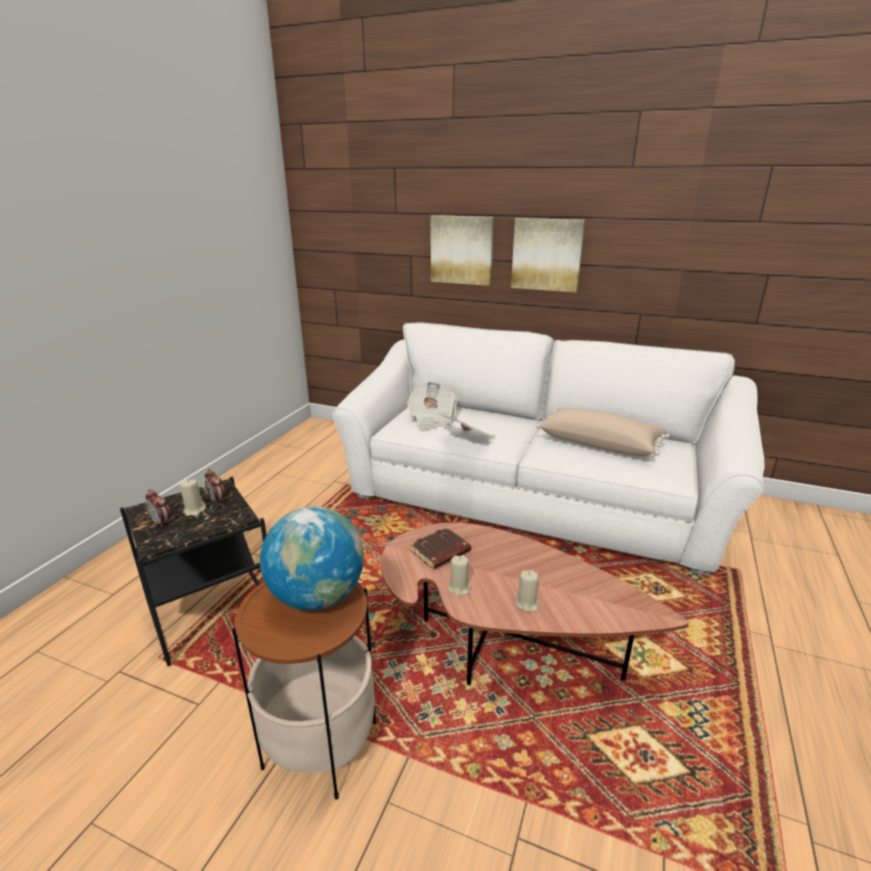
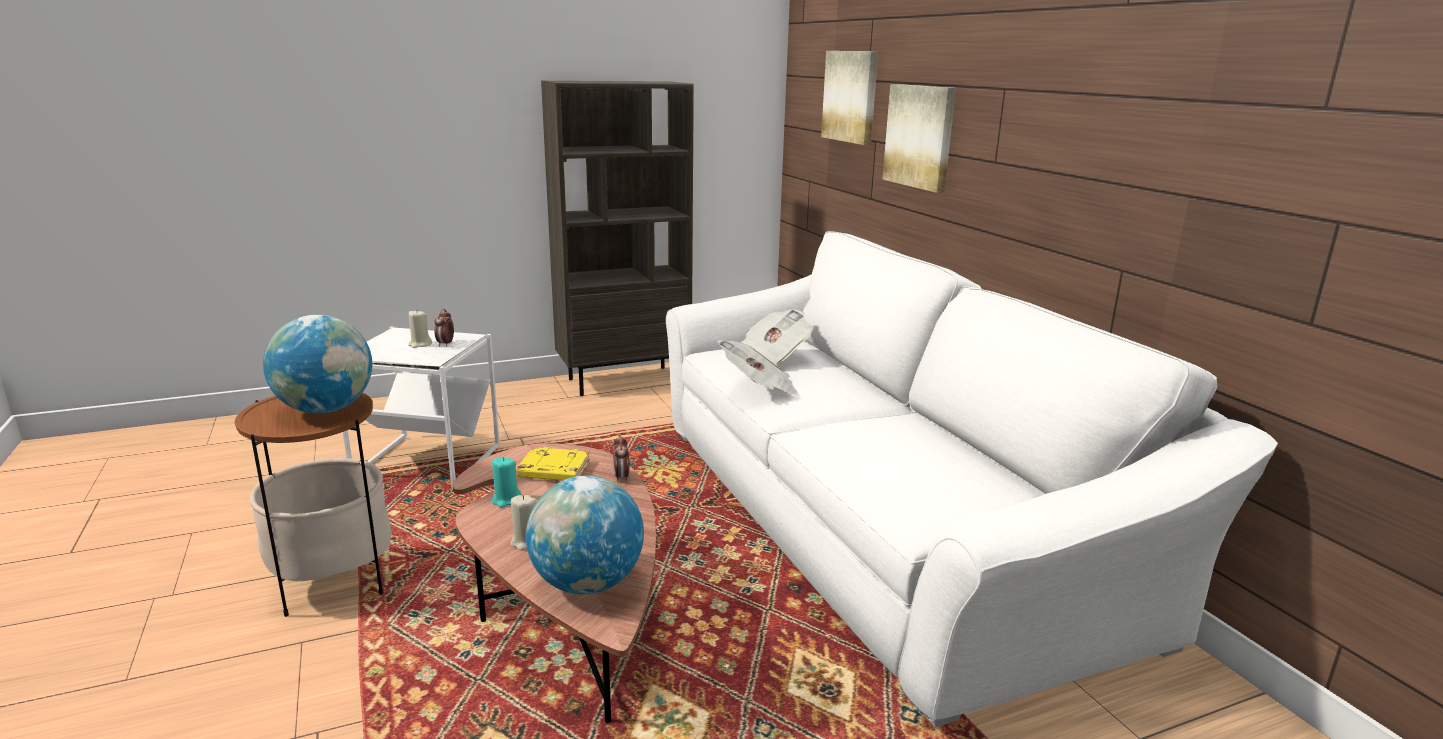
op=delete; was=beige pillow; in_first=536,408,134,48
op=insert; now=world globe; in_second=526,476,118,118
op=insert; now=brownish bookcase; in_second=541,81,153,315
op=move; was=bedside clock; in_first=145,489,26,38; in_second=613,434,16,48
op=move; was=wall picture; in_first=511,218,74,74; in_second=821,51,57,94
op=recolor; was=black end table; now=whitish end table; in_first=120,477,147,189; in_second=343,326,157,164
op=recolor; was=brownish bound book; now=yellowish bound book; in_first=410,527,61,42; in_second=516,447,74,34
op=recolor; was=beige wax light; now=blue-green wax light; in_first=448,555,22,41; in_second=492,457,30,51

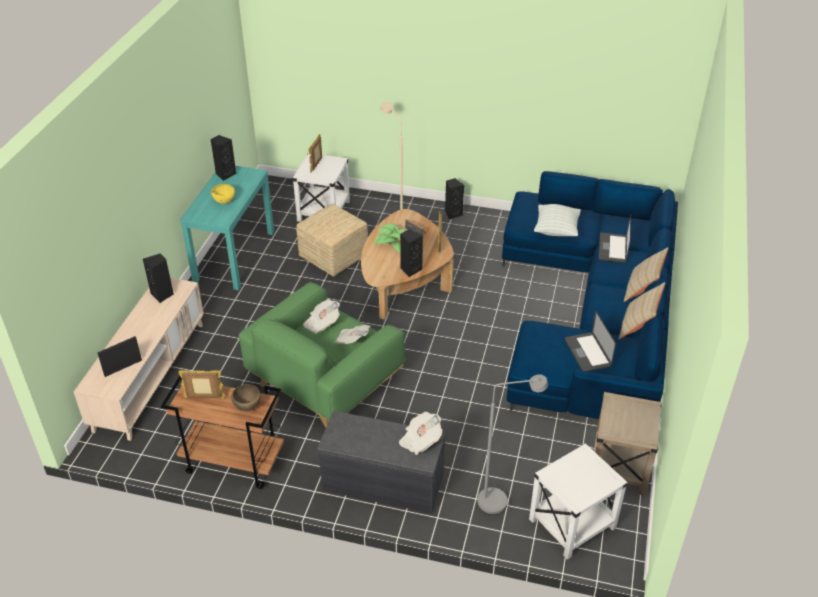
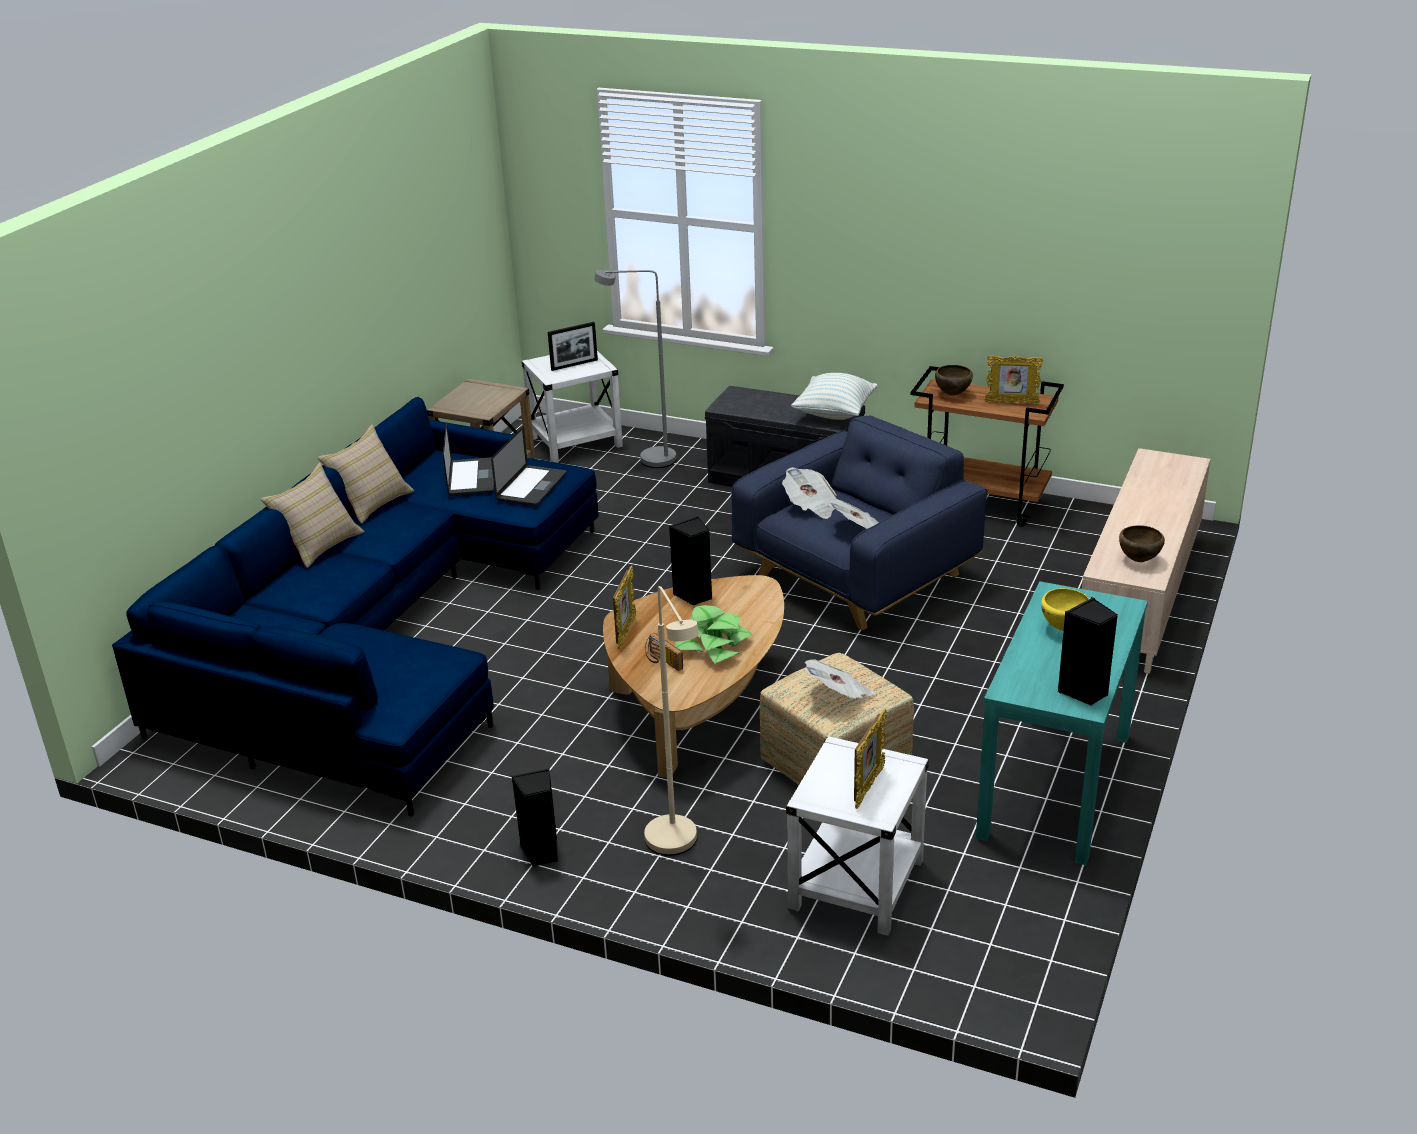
op=move; was=photo frame; in_first=97,336,45,41; in_second=548,322,50,49
op=move; was=daily paper; in_first=399,412,43,43; in_second=804,659,72,40
op=move; was=pillow; in_first=534,204,47,32; in_second=791,373,87,47
op=move; was=laptop; in_first=599,214,32,49; in_second=491,427,76,79
op=replace; was=black audio speaker; now=brownish serving bowl; in_first=143,254,31,49; in_second=1119,525,46,37
op=recolor; was=greenish lounge chair; now=blue lounge chair; in_first=239,282,166,145; in_second=732,416,255,214

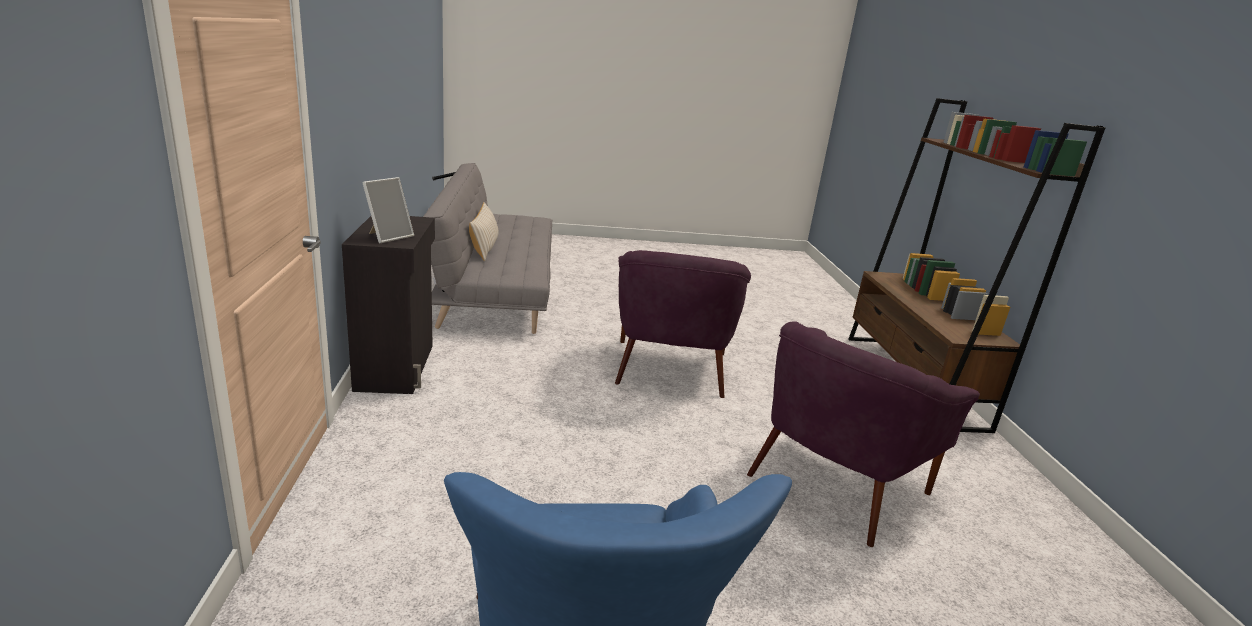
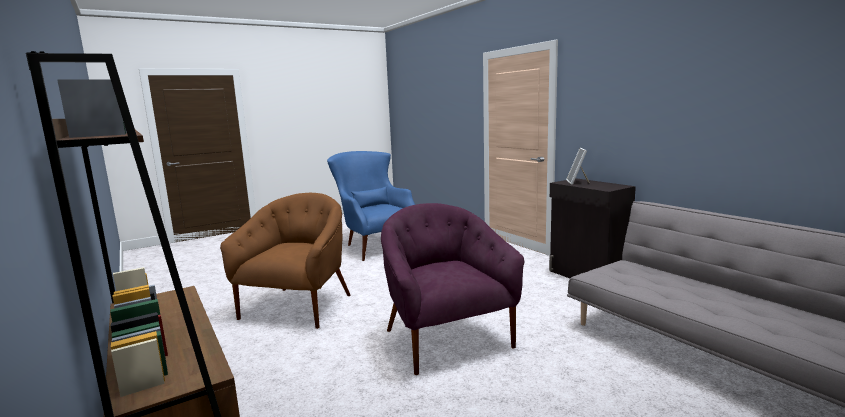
op=delete; was=beige pillow; in_first=469,202,30,59
op=recolor; was=purplish lounge chair; now=brownish lounge chair; in_first=747,321,233,226; in_second=220,193,131,136

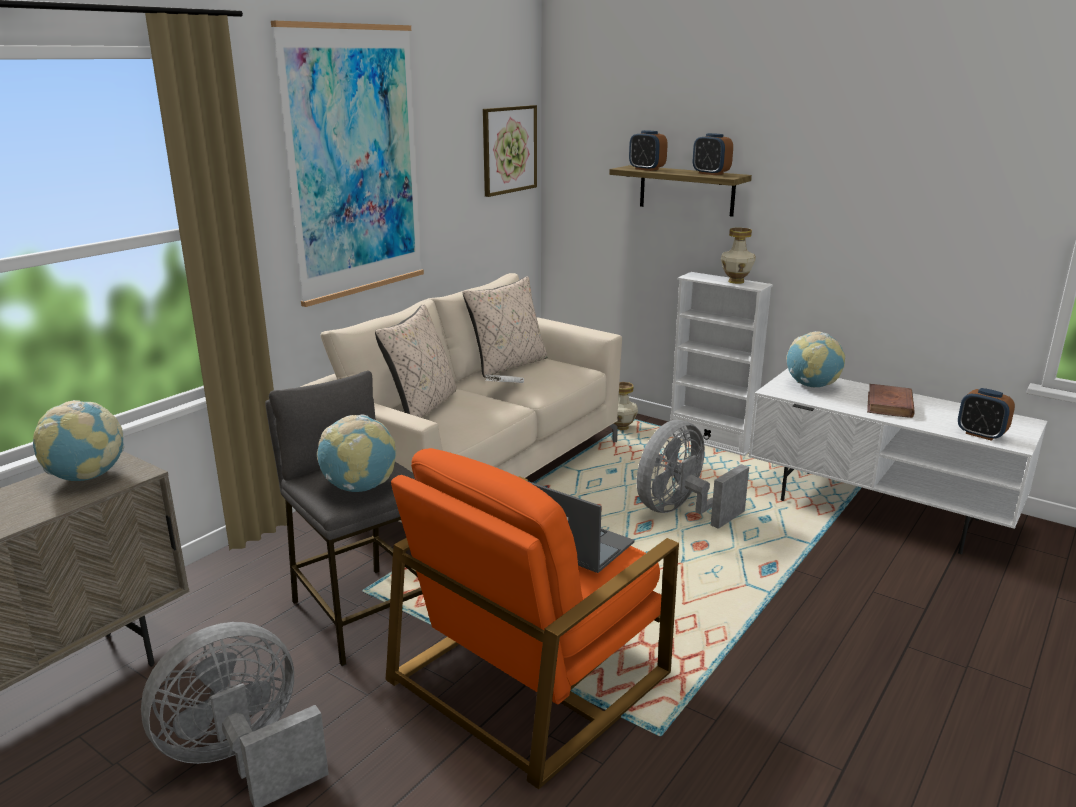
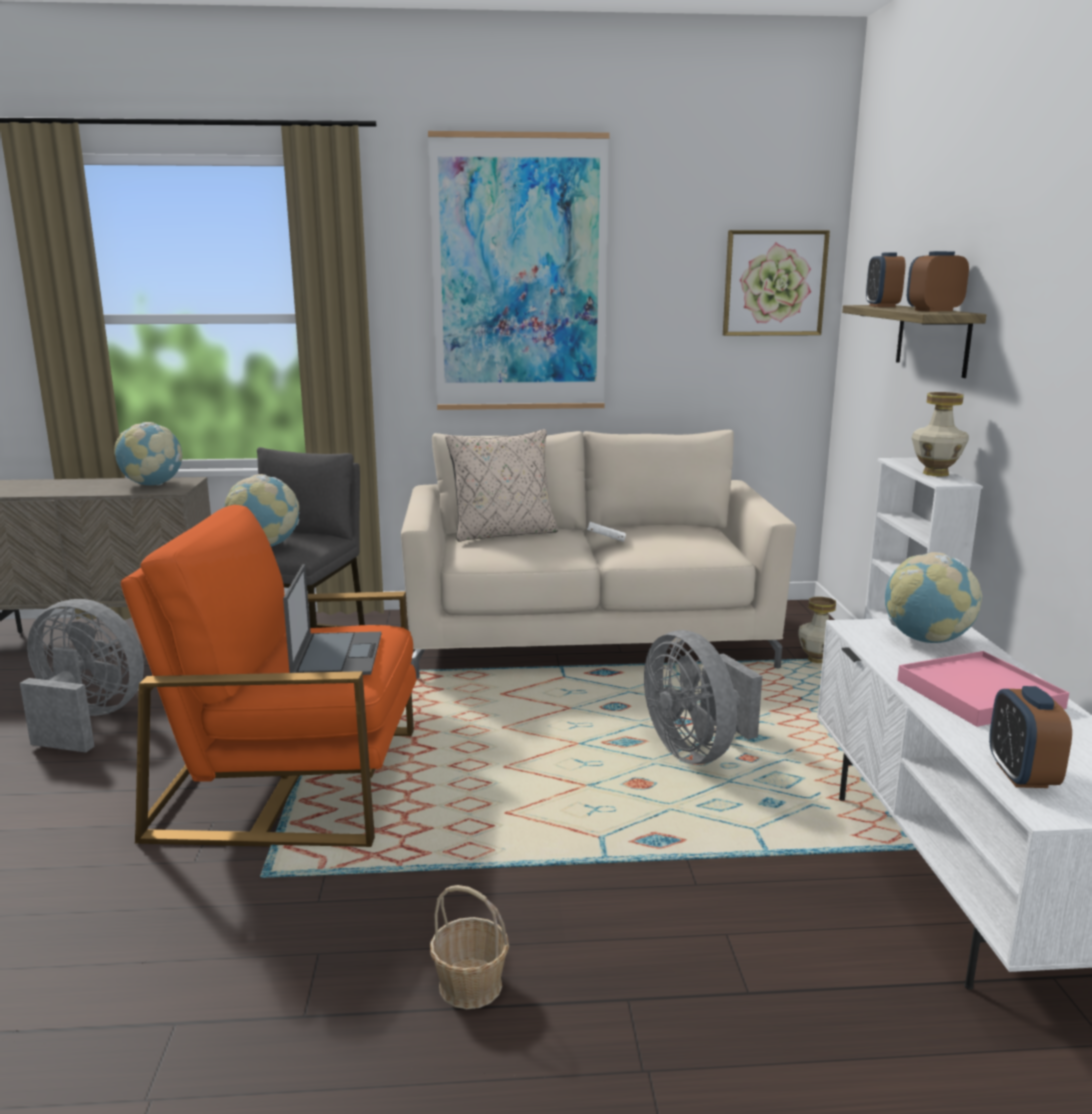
op=delete; was=beige pillow; in_first=463,276,85,102
op=insert; now=storage basket; in_second=430,885,79,124
op=replace; was=brownish bound book; now=pinkish tray; in_first=867,384,48,34; in_second=897,651,172,76
op=rotate; was=greyish cooling fan; in_first=637,420,112,109; in_second=644,630,118,134; clockwise=-120
op=rotate; was=bedside clock; in_first=693,133,40,42; in_second=907,251,62,61; clockwise=60

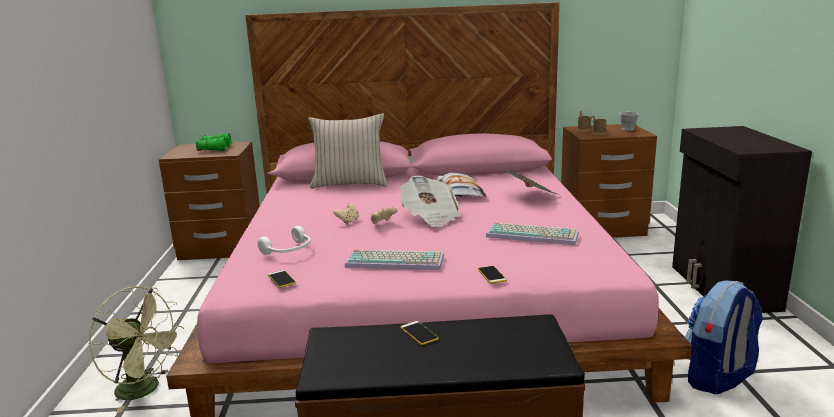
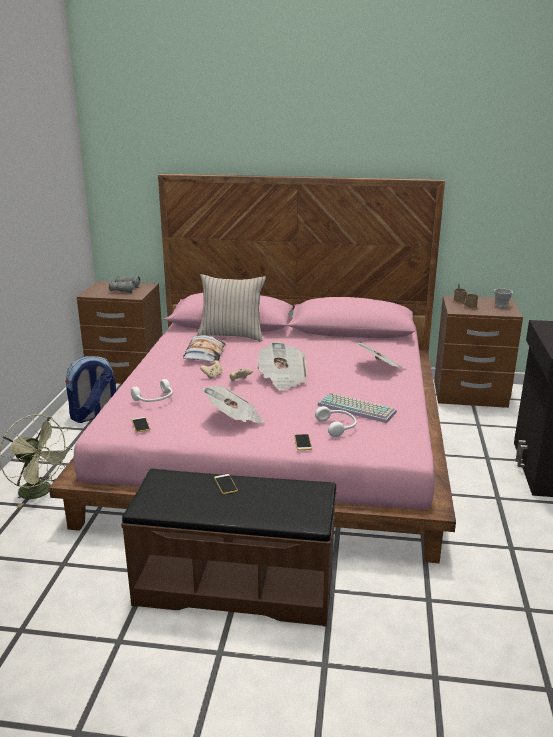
op=insert; now=whitish headset; in_second=315,406,42,31
op=move; was=pillow; in_first=437,173,49,24; in_second=183,335,43,27
op=move; was=backpack; in_first=685,281,78,113; in_second=65,356,51,67
op=replace; was=keyboard; now=daily paper; in_first=345,250,99,20; in_second=202,386,62,38
op=recolor; was=greenish binoculars; now=greyish binoculars; in_first=196,133,35,18; in_second=109,276,31,17

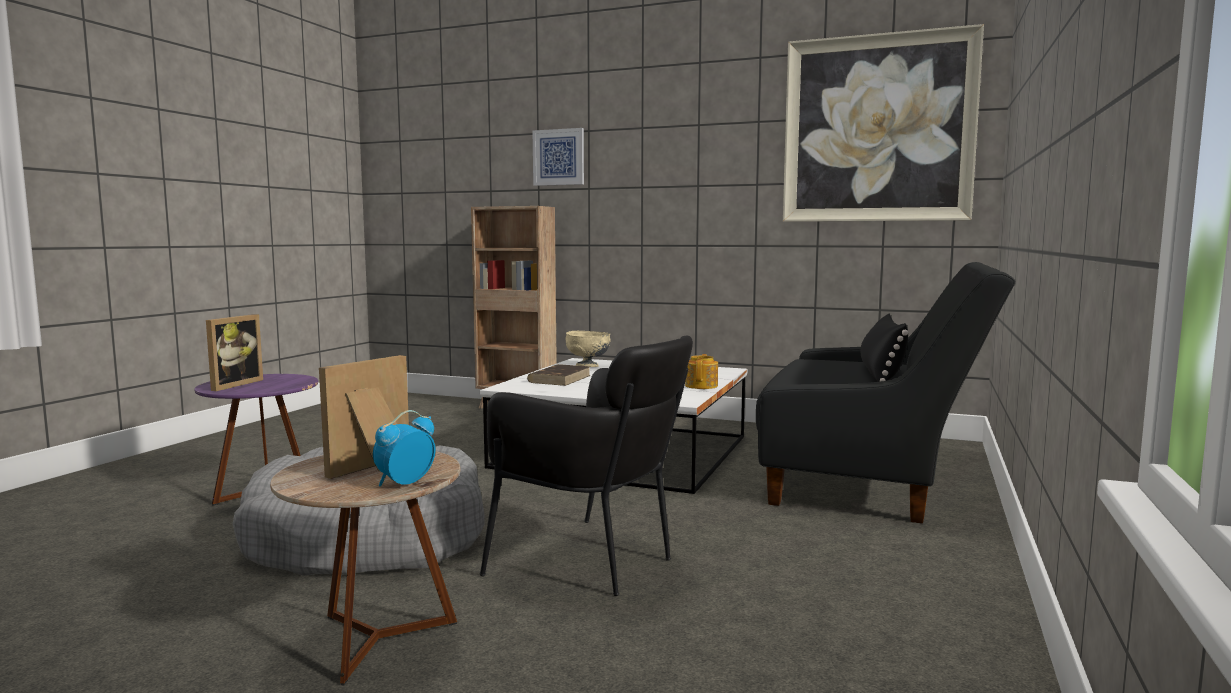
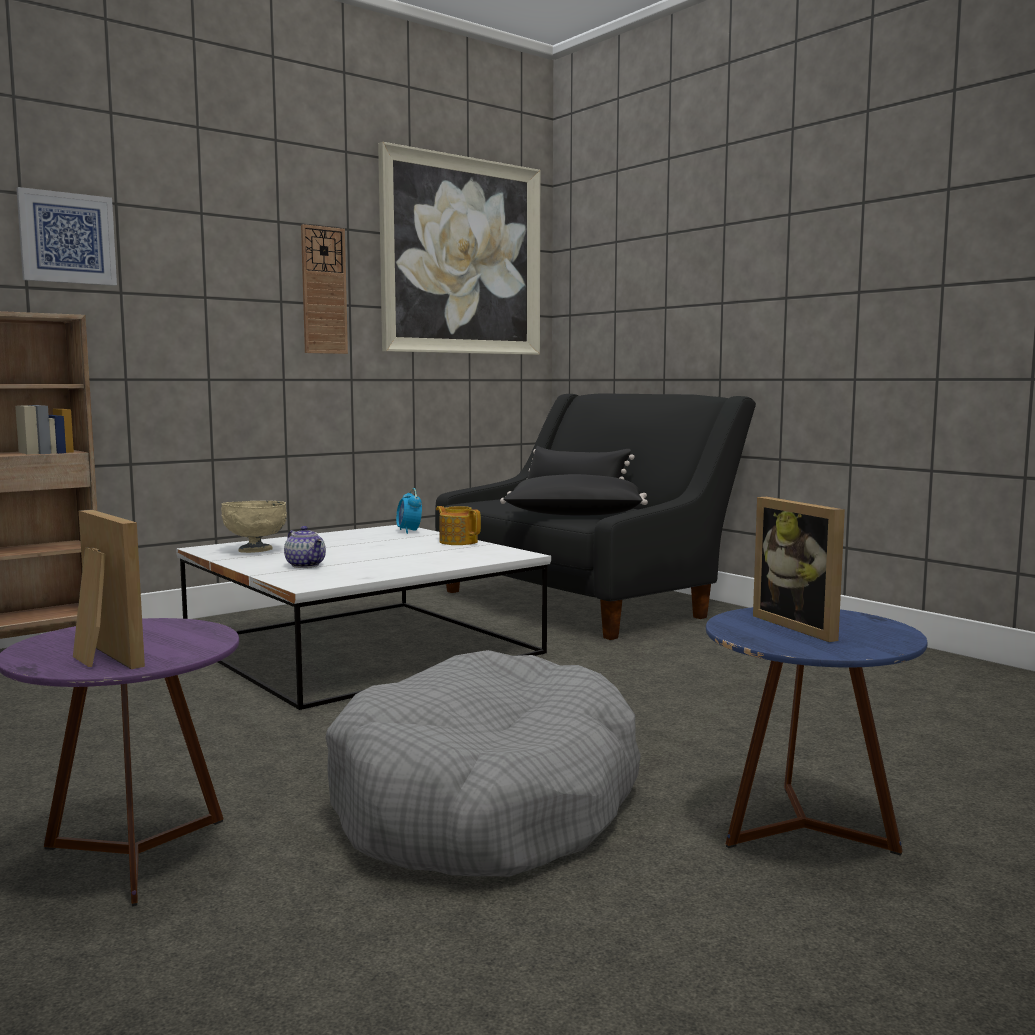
op=delete; was=black lounge chair; in_first=480,335,213,261
op=insert; now=wall clock; in_second=301,224,47,130
op=insert; now=black pillow; in_second=500,474,148,42
op=move; was=bedside clock; in_first=373,410,62,77; in_second=396,488,26,46
op=replace; was=brownish bound book; now=tea pot; in_first=527,364,64,22; in_second=284,526,42,42
op=recolor; was=brownish end table; now=blue end table; in_first=270,451,191,234; in_second=706,607,222,249

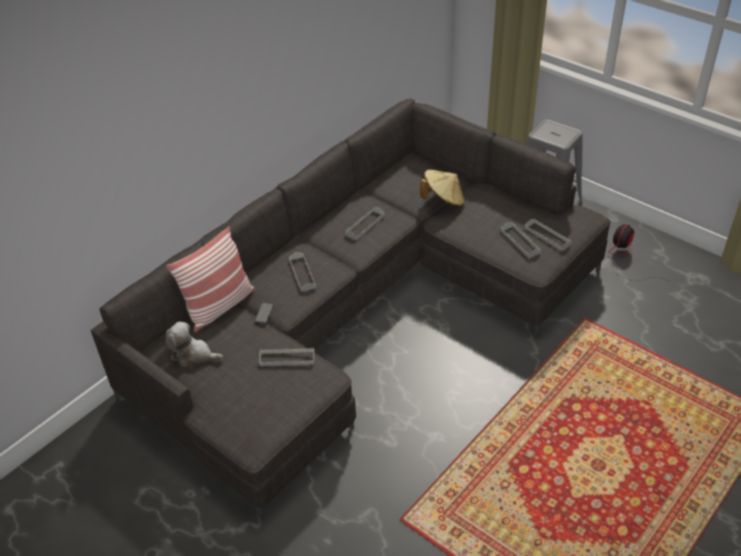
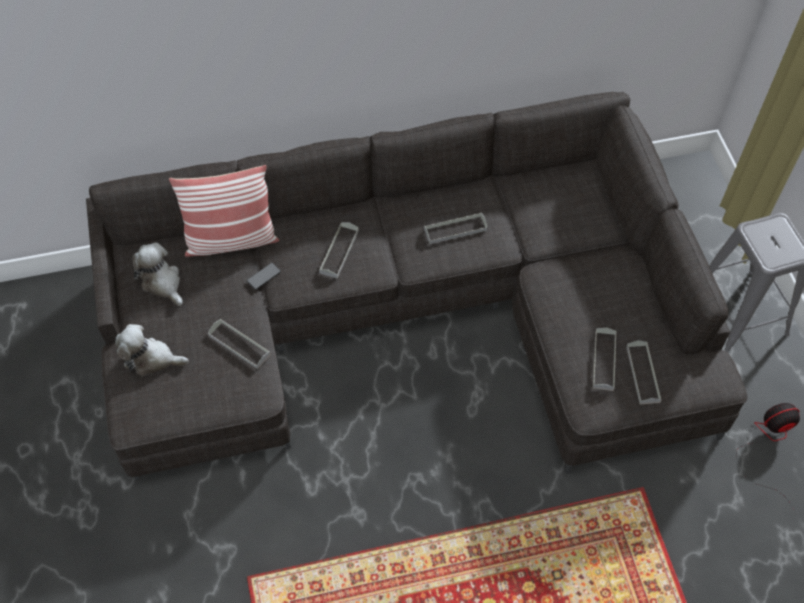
op=delete; was=beige clothing hat; in_first=420,169,45,38
op=insert; now=soft toy; in_second=115,324,74,52

